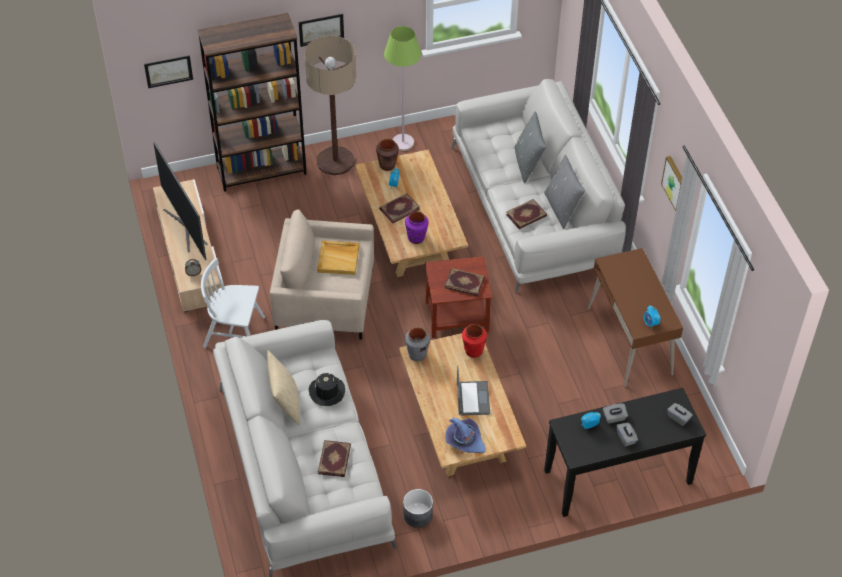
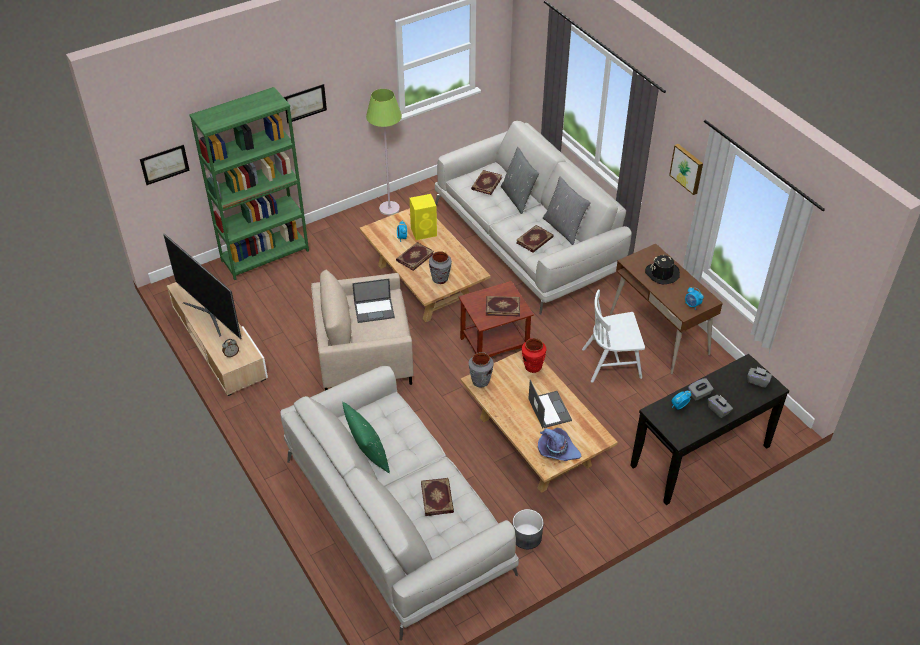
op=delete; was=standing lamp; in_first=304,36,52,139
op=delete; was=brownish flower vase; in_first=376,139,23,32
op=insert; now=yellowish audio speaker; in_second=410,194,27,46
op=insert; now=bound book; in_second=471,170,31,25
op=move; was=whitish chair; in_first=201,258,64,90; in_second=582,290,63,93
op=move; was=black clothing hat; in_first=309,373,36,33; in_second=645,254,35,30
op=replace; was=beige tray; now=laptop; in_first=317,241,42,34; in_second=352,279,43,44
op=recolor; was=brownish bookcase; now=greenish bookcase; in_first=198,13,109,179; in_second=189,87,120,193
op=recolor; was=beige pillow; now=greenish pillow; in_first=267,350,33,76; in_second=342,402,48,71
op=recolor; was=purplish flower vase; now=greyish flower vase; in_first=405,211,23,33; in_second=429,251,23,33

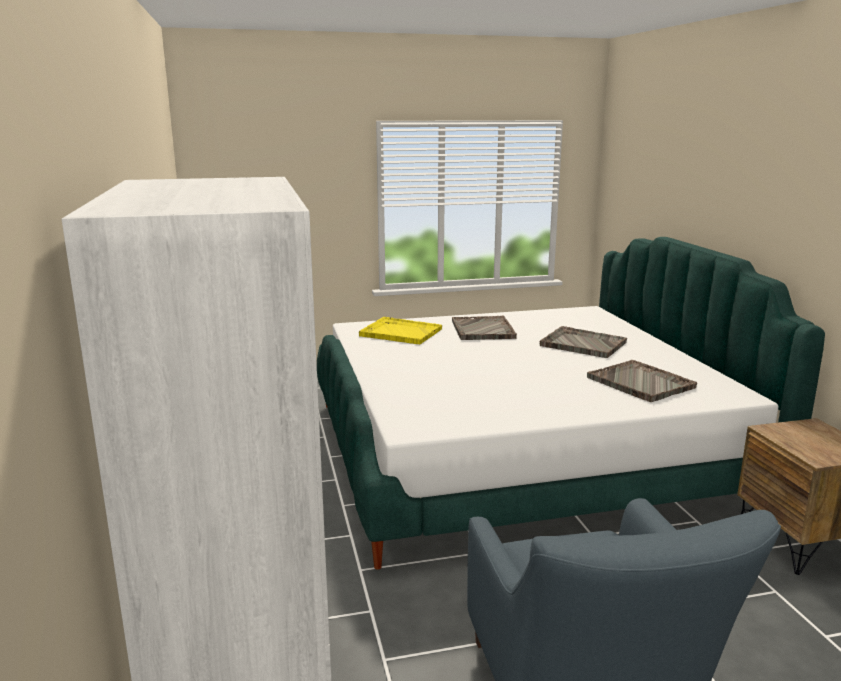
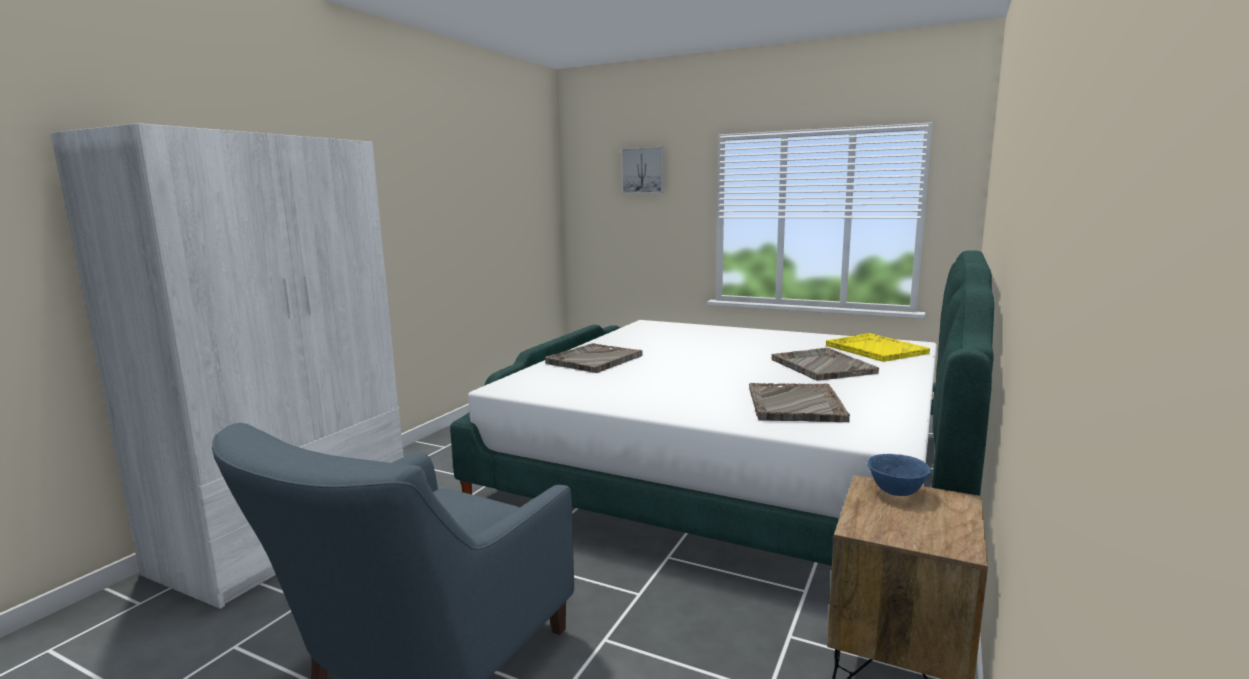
op=insert; now=wall picture; in_second=621,147,43,47
op=insert; now=blue serving bowl; in_second=867,454,64,42
op=move; was=yellowish tray; in_first=359,317,83,27; in_second=826,333,104,29
op=move; was=greyish tray; in_first=452,316,65,24; in_second=545,343,98,30

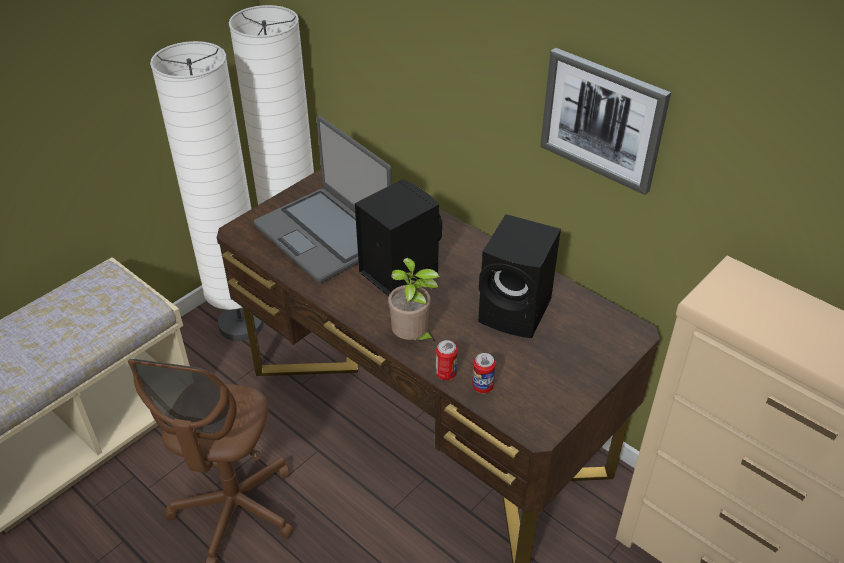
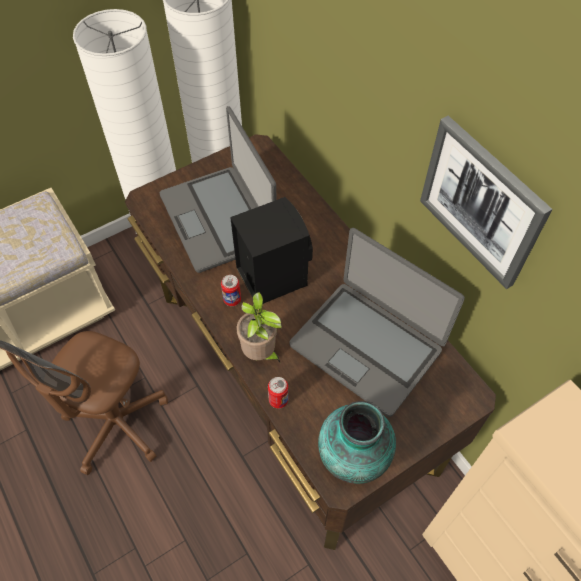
op=insert; now=flower vase; in_second=318,401,78,83
op=move; was=can; in_first=472,353,23,40; in_second=221,275,20,31
op=replace; was=black audio speaker; now=laptop; in_first=478,214,83,124; in_second=289,228,176,189

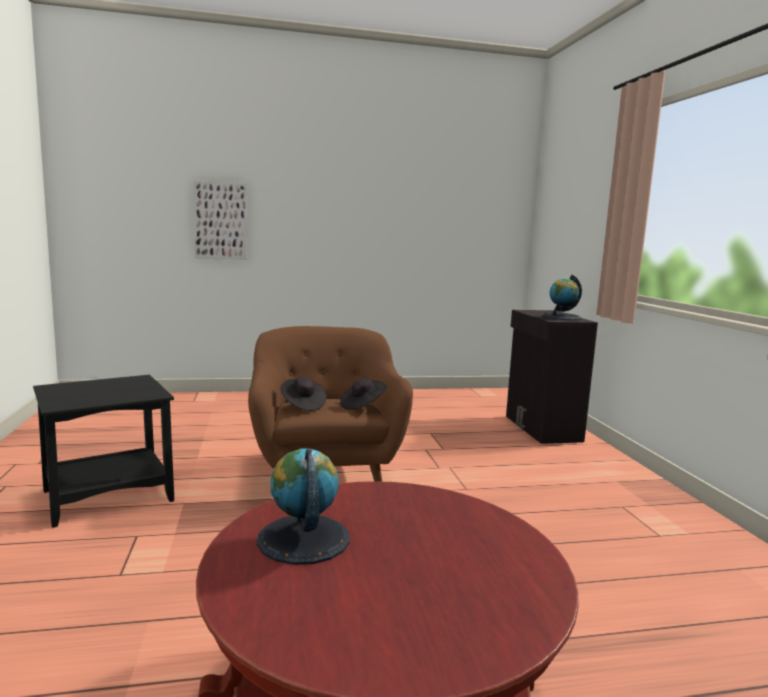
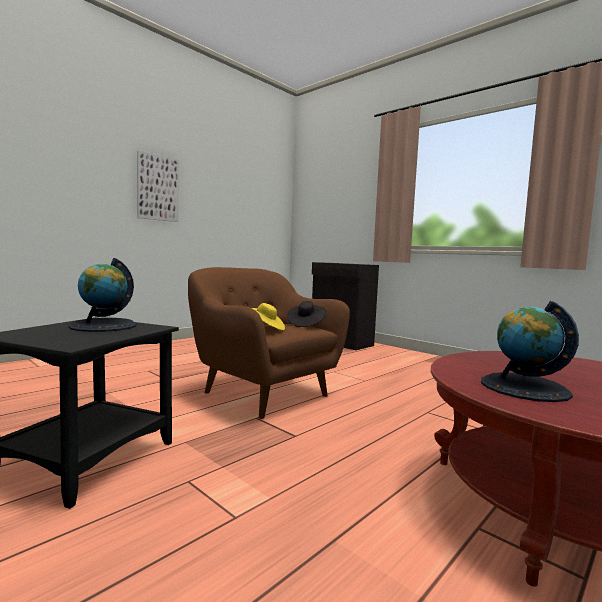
op=move; was=wall picture; in_first=194,181,53,79; in_second=137,150,42,72
op=move; was=world globe; in_first=542,275,40,46; in_second=68,258,69,74
op=recolor; was=black clothing hat; now=yellowish clothing hat; in_first=280,377,47,34; in_second=252,303,33,27

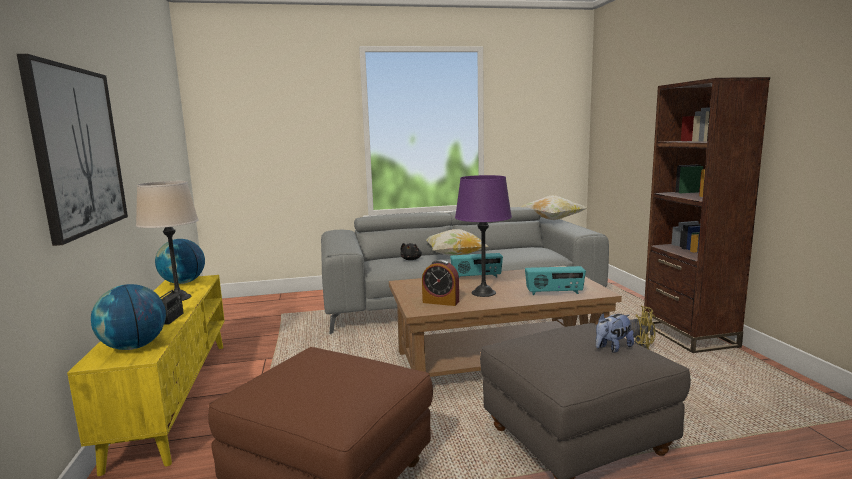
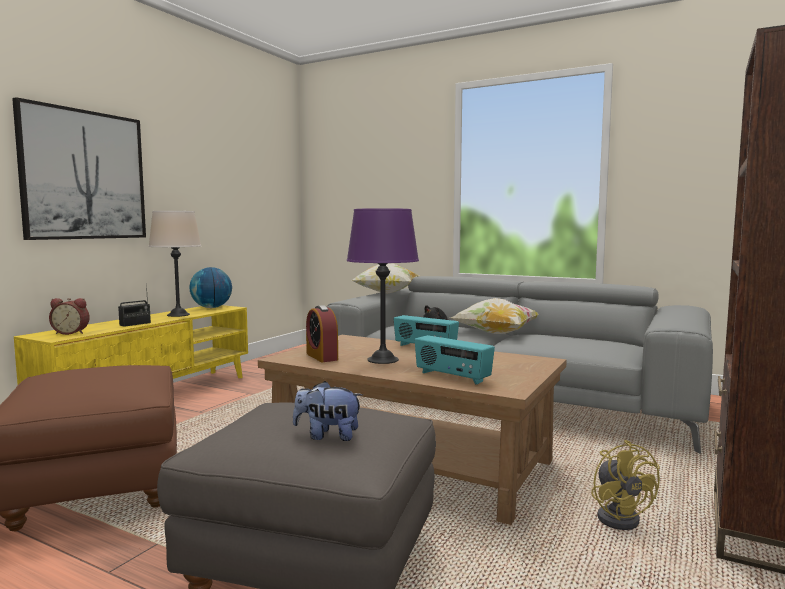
op=move; was=pillow; in_first=521,195,66,25; in_second=352,263,67,31
op=replace; was=world globe; now=bedside clock; in_first=91,284,75,66; in_second=49,298,41,37

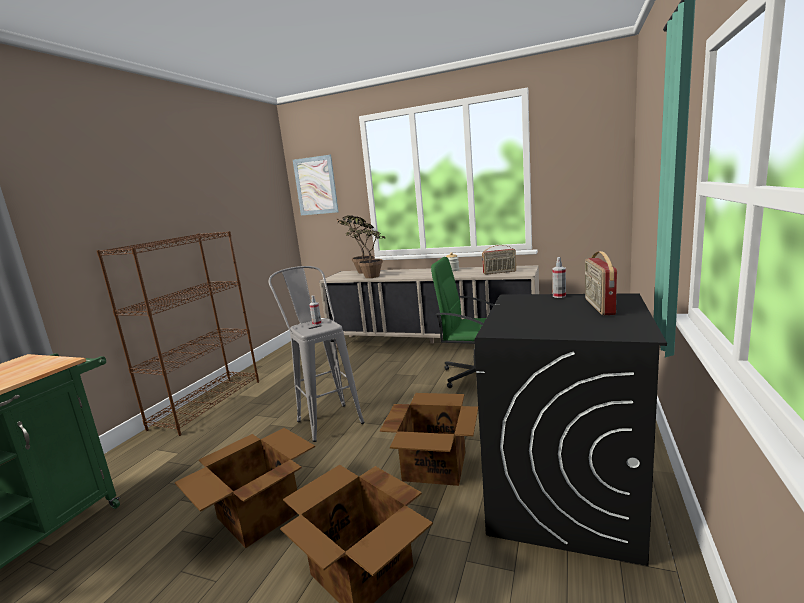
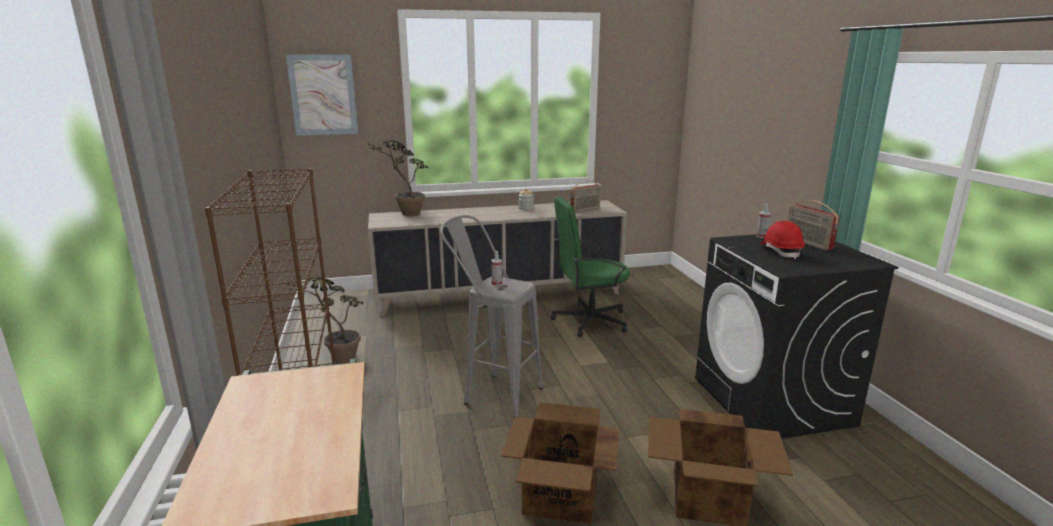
op=delete; was=packing box; in_first=380,393,98,93
op=insert; now=red-coloured safety helmet; in_second=760,221,45,38
op=move; was=potted plant; in_first=338,216,47,62; in_second=286,276,77,87

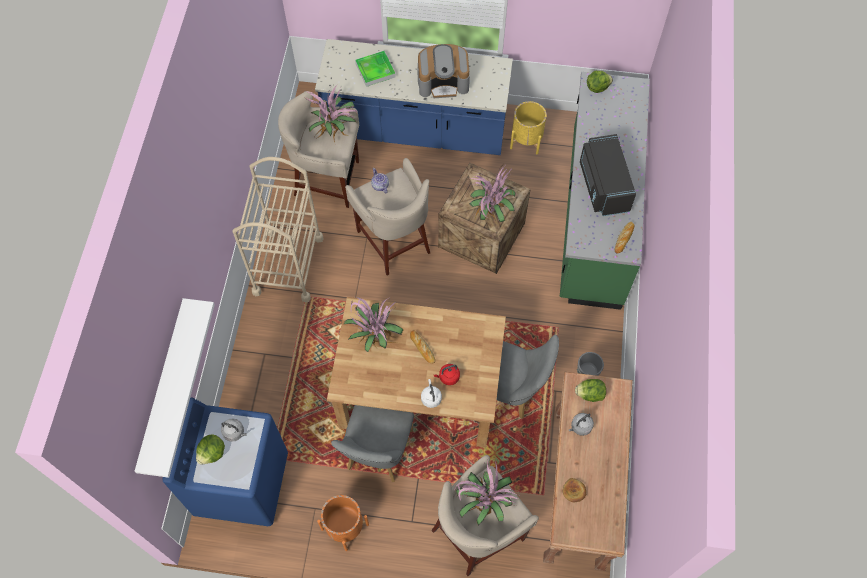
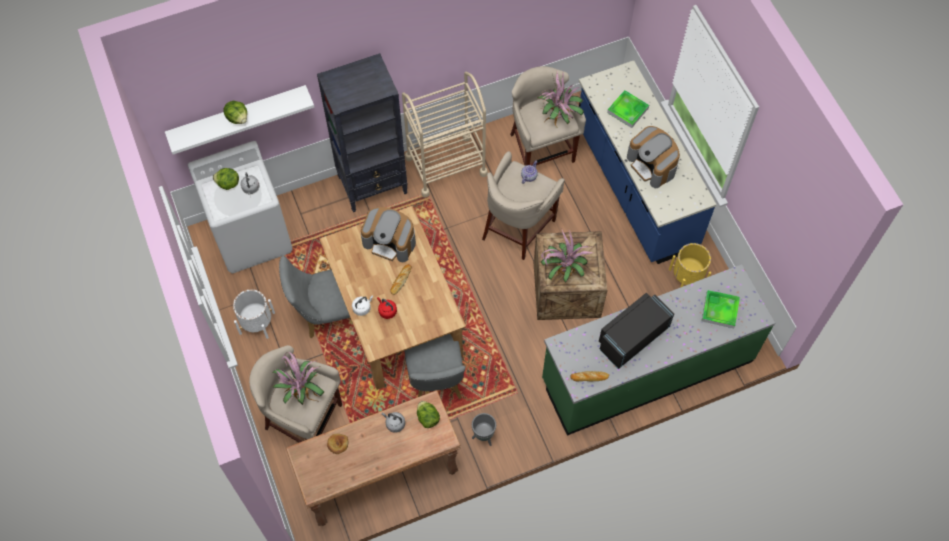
op=insert; now=black bookcase; in_second=317,53,90,159
op=insert; now=tray; in_second=702,290,38,38
op=move; was=head of lettuce; in_first=587,71,26,22; in_second=223,101,24,23
op=replace; was=potted plant; now=coffee brewer; in_first=343,297,61,55; in_second=361,207,55,55
op=recolor; was=blue laundry appliance; now=whitish laundry appliance; in_first=163,397,125,129; in_second=187,141,106,132
op=recolor; was=orange-coloured plant pot; now=whitish plant pot; in_first=317,494,52,57; in_second=233,289,42,50

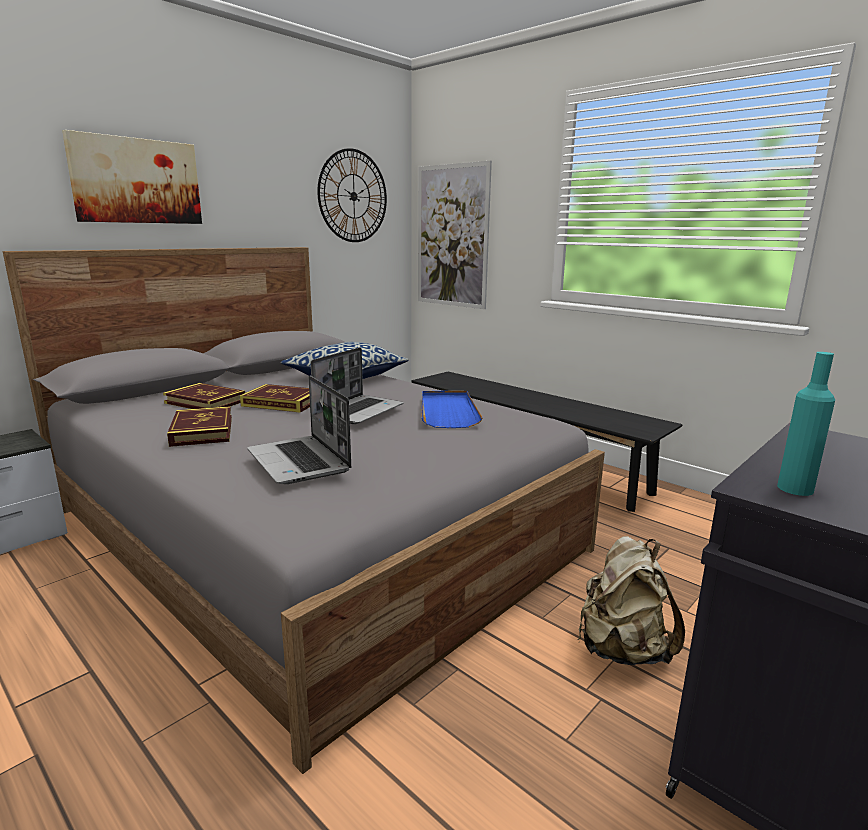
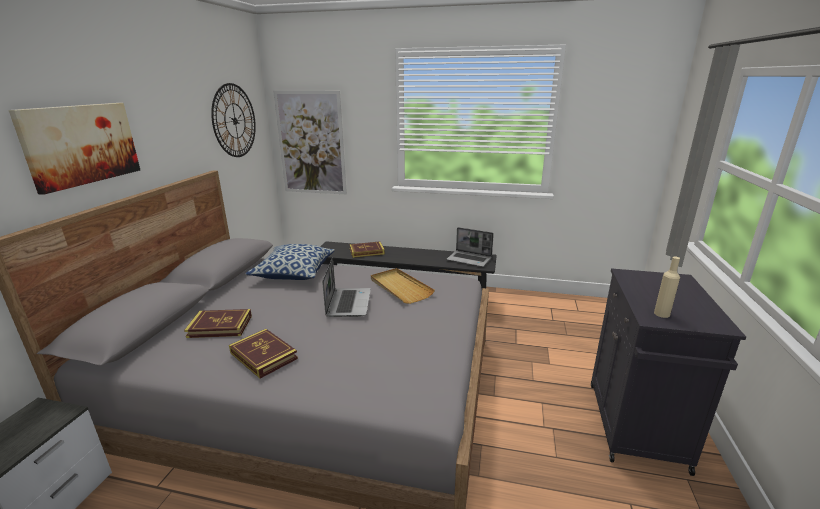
op=delete; was=beige backpack; in_first=578,536,107,129
op=move; was=bound book; in_first=240,384,70,29; in_second=349,241,36,17
op=move; was=laptop; in_first=247,376,104,108; in_second=447,227,47,40
op=recolor; was=blue tray; now=beige tray; in_first=421,391,62,37; in_second=371,268,64,36
op=recolor; was=blue-green bottle; now=beige bottle; in_first=777,352,58,144; in_second=654,256,26,62

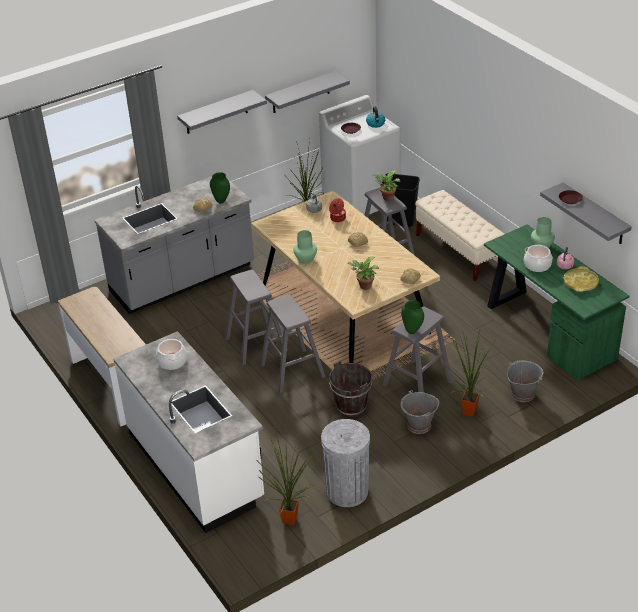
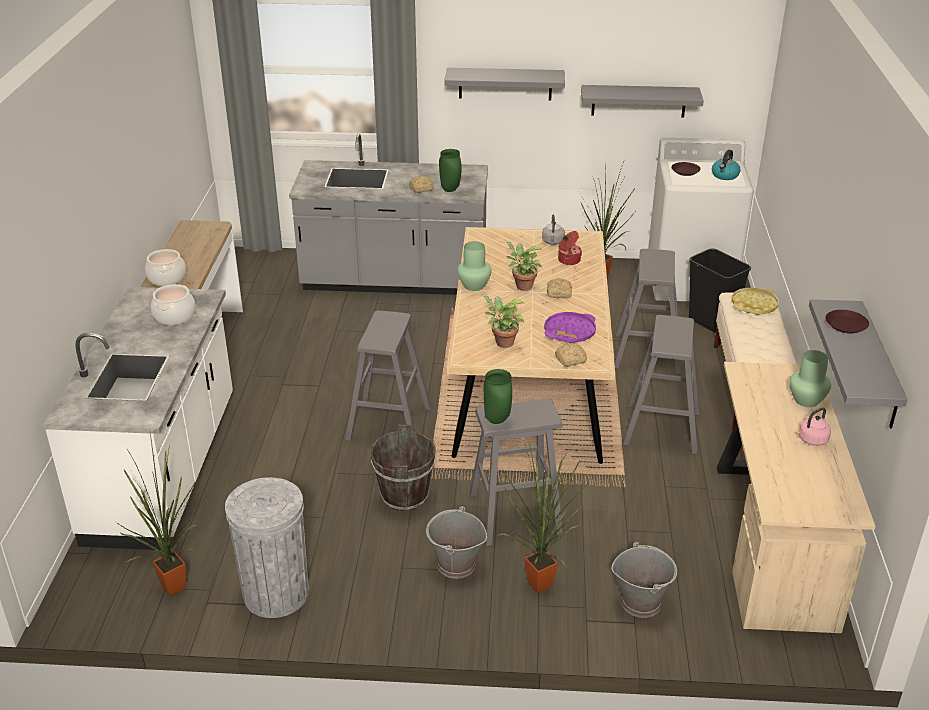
op=insert; now=purplish tray; in_second=544,312,52,31
op=move; was=greyish stool seat; in_first=225,270,63,95; in_second=623,315,77,139
op=move; was=potted plant; in_first=373,171,28,30; in_second=506,242,37,49
op=move; was=saucepot; in_first=524,245,29,27; in_second=145,249,41,37
op=move; was=yellowish tray; in_first=563,266,36,26; in_second=732,288,47,27
op=recolor; was=greenish desk; now=beige desk; in_first=484,224,145,157; in_second=717,362,158,271

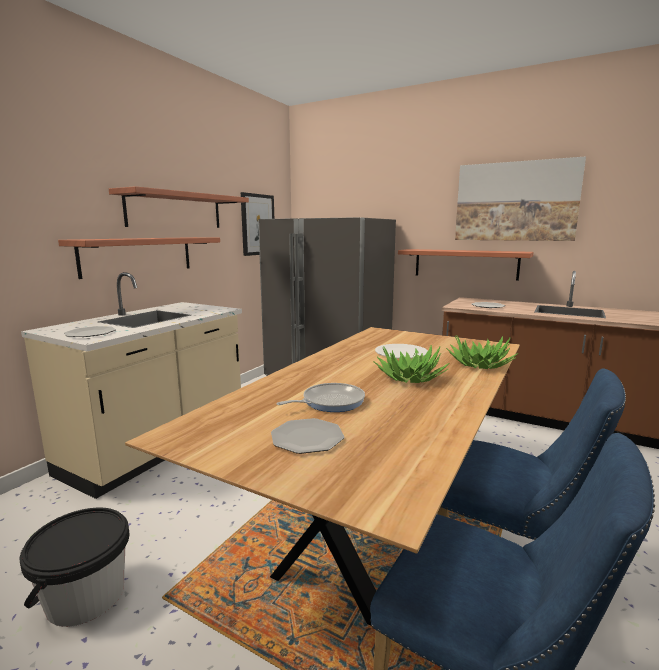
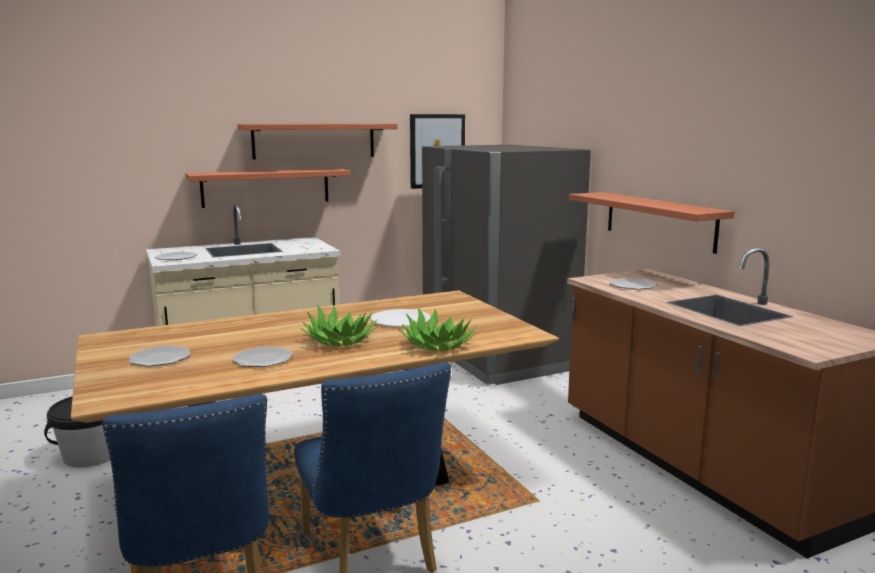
op=delete; was=skillet; in_first=276,383,89,29
op=delete; was=wall picture; in_first=455,157,131,84
op=insert; now=flat dish; in_second=232,347,62,20

